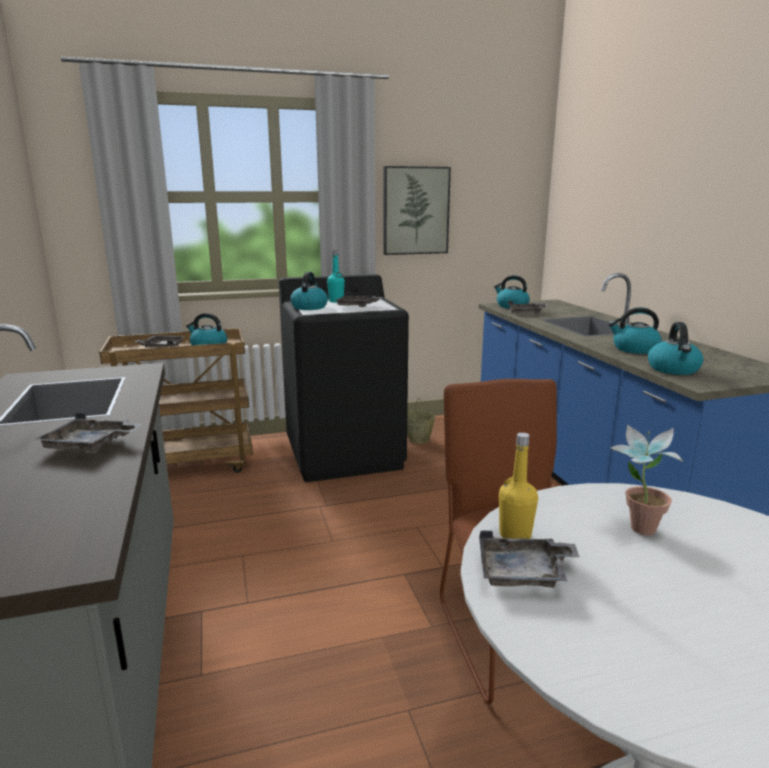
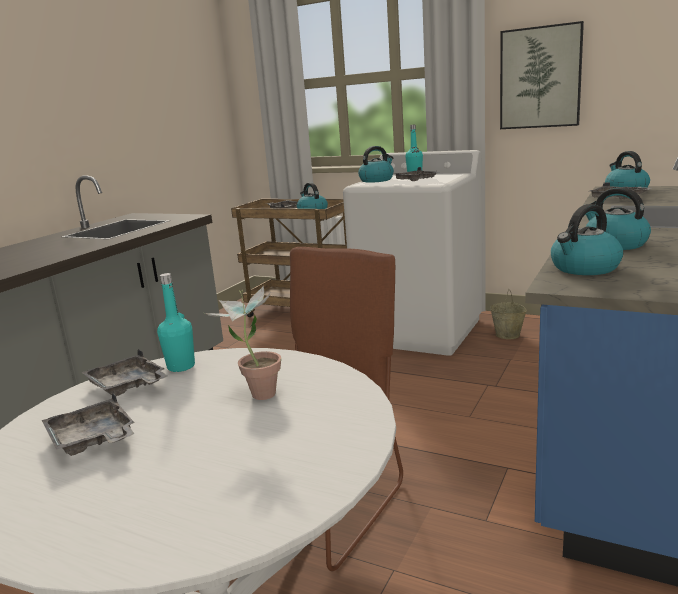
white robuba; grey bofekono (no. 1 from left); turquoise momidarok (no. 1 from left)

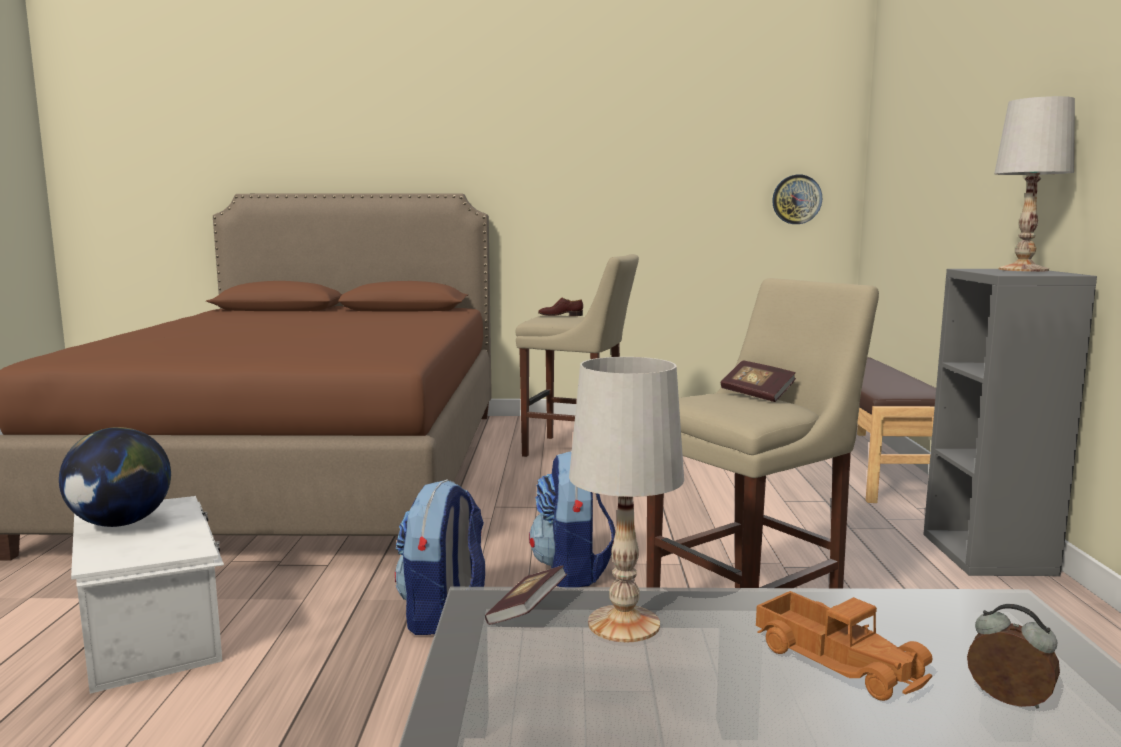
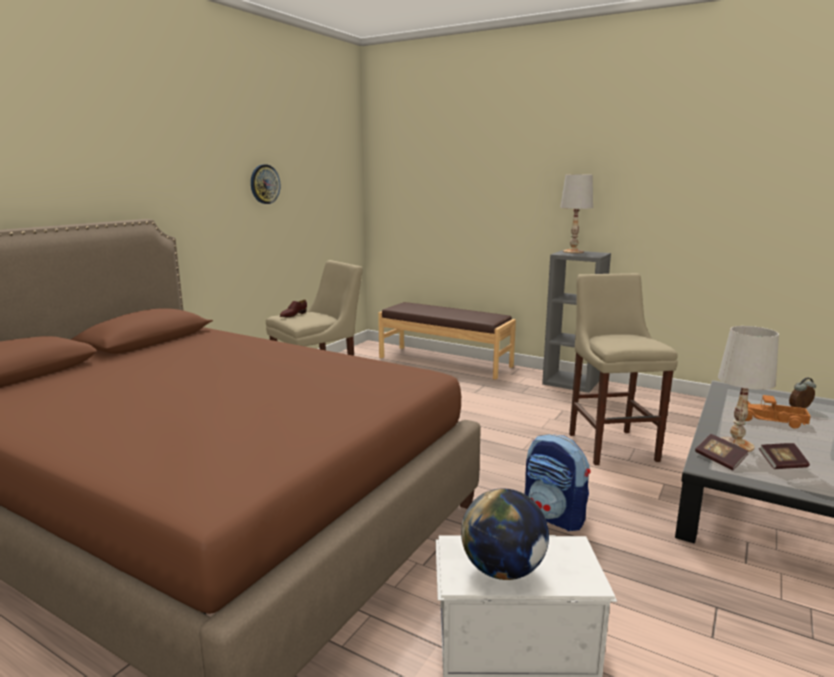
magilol; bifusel (no. 2 from left); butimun (no. 2 from left in the first image); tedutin

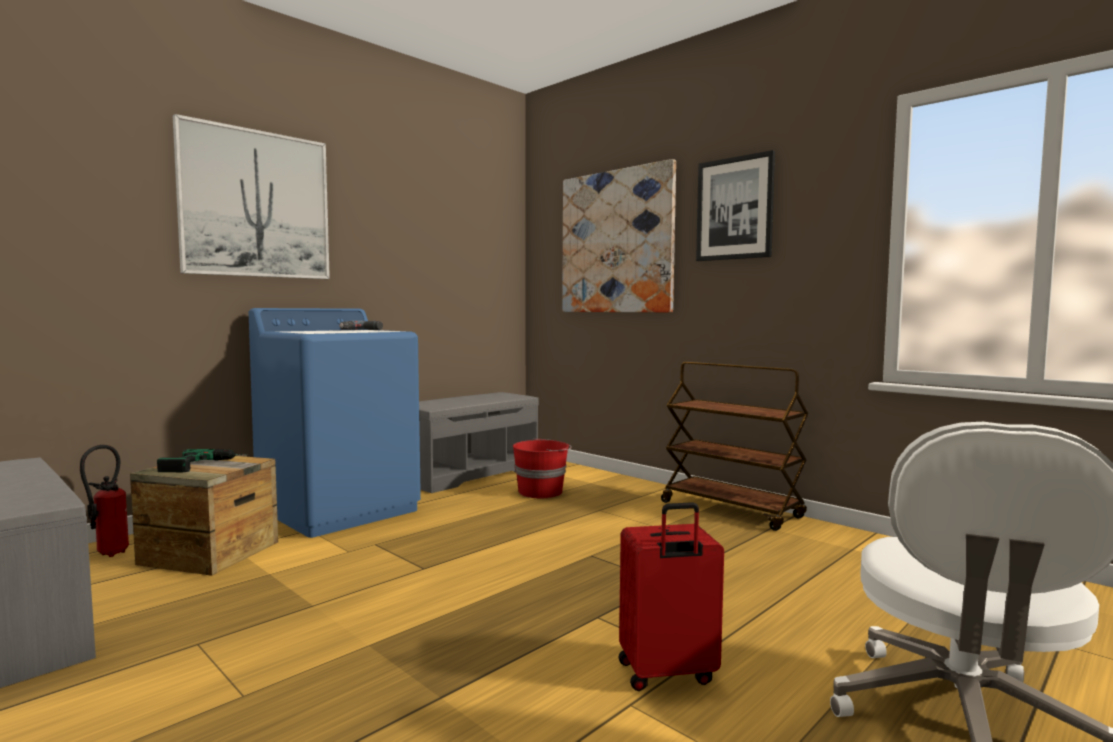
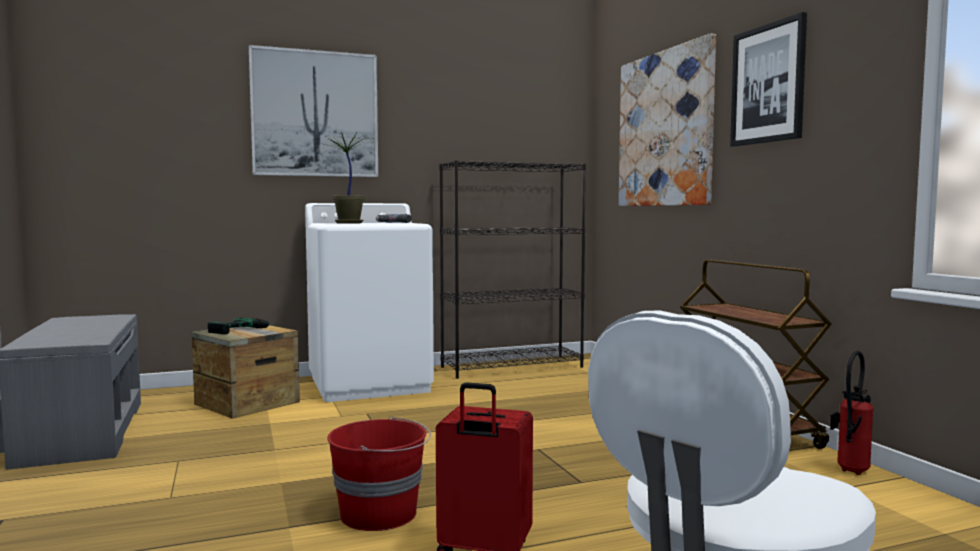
white robuba; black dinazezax; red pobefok; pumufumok; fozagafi

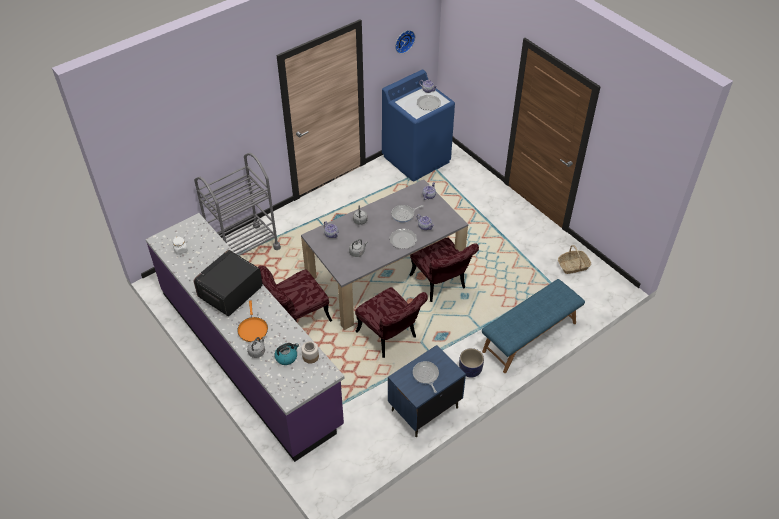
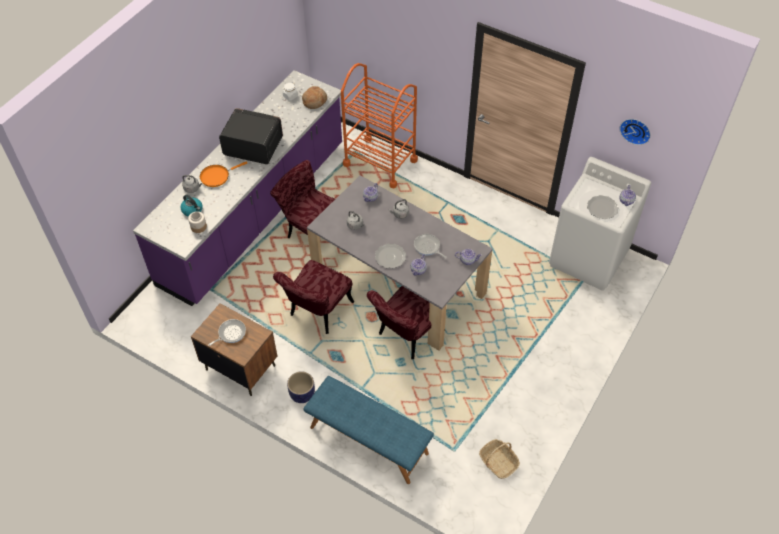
white robuba; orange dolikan; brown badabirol; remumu

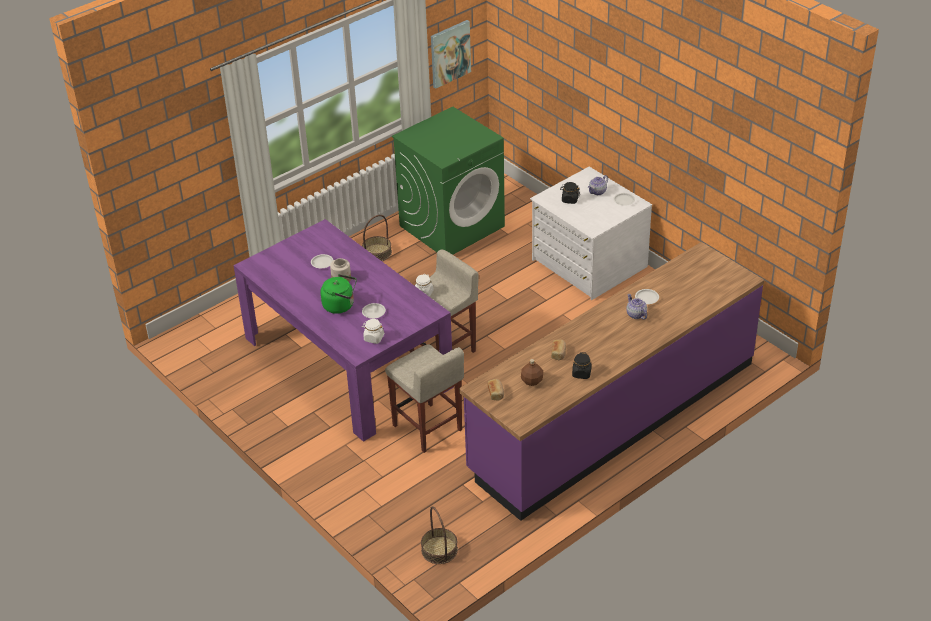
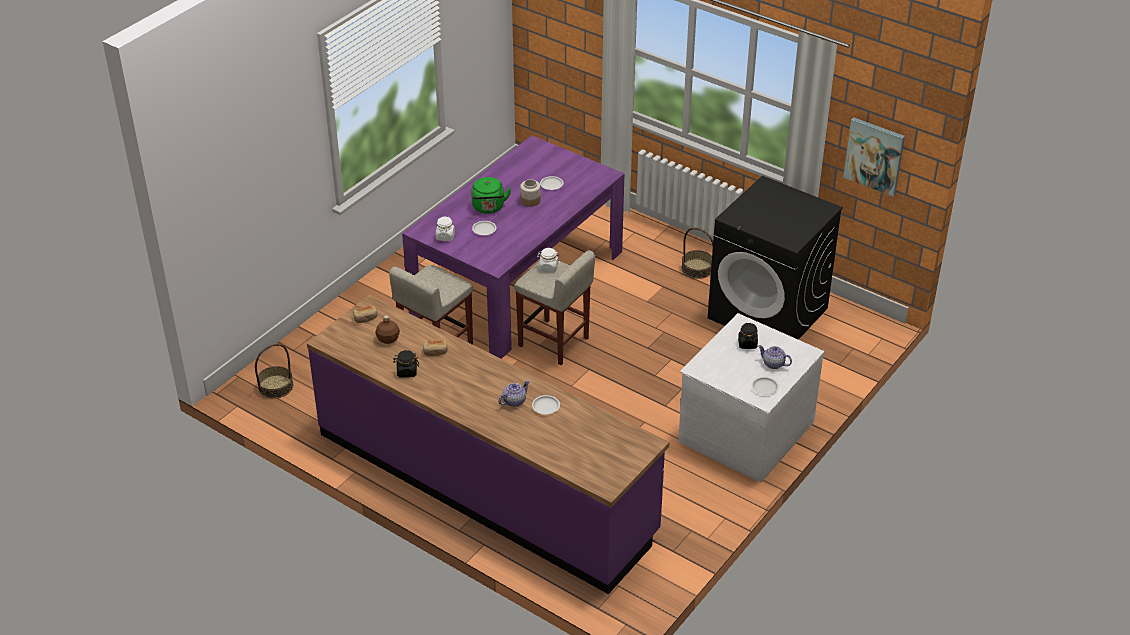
black robuba

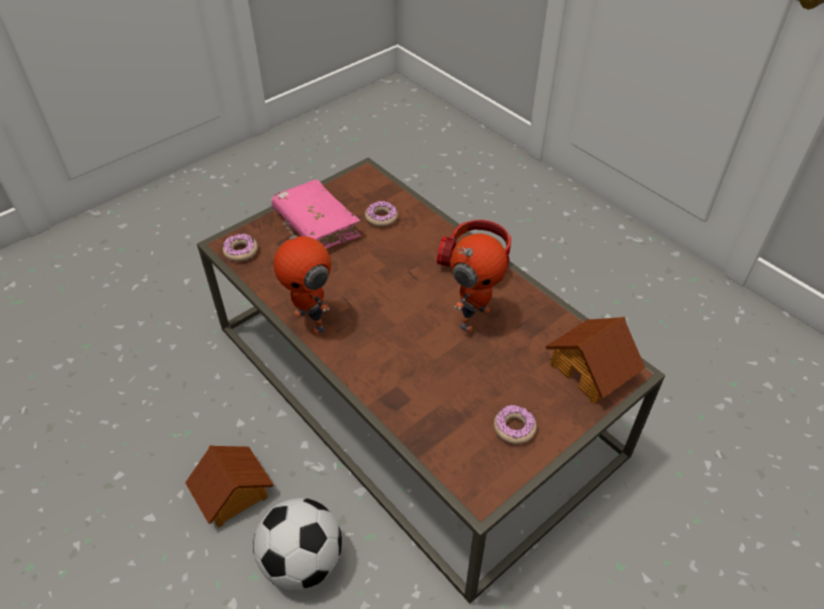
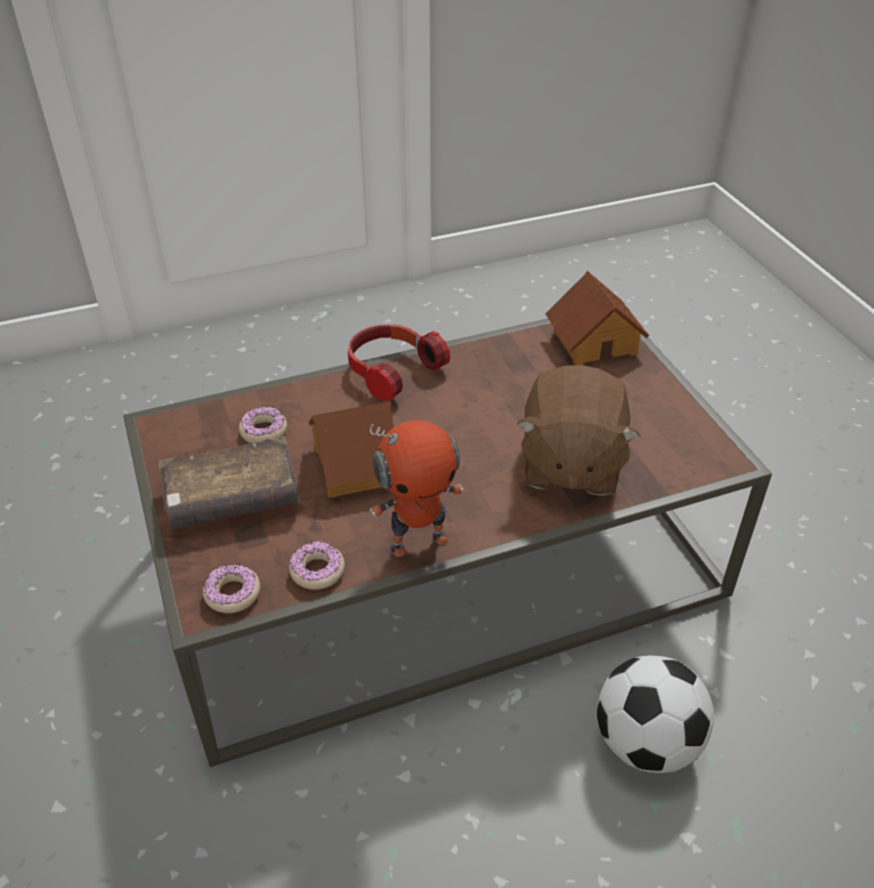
brown bifusel; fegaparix (no. 2 from left in the first image); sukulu (no. 3 from left); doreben (no. 1 from left); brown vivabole

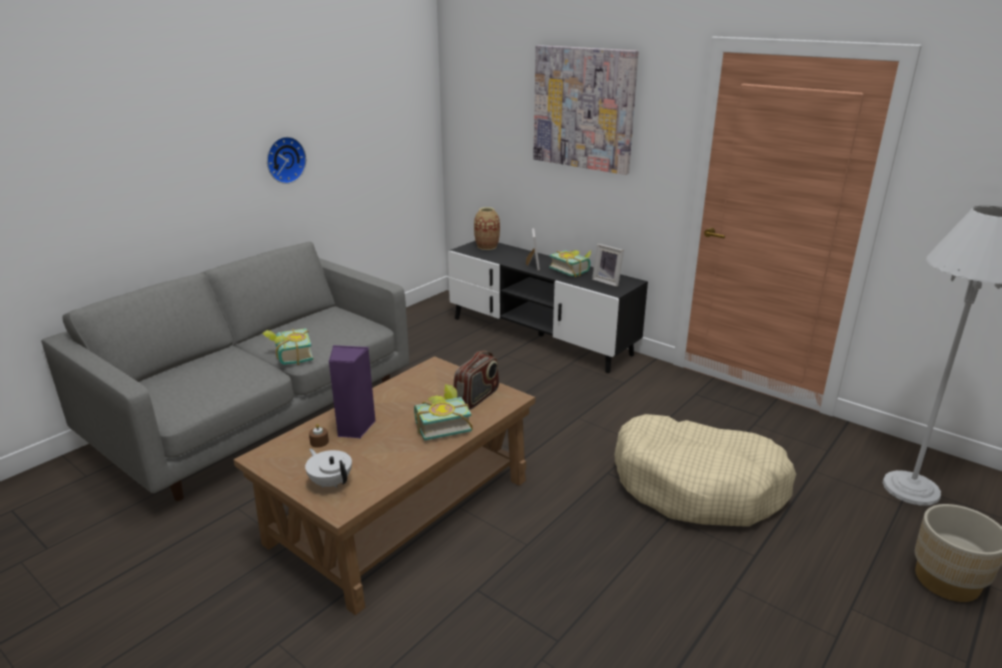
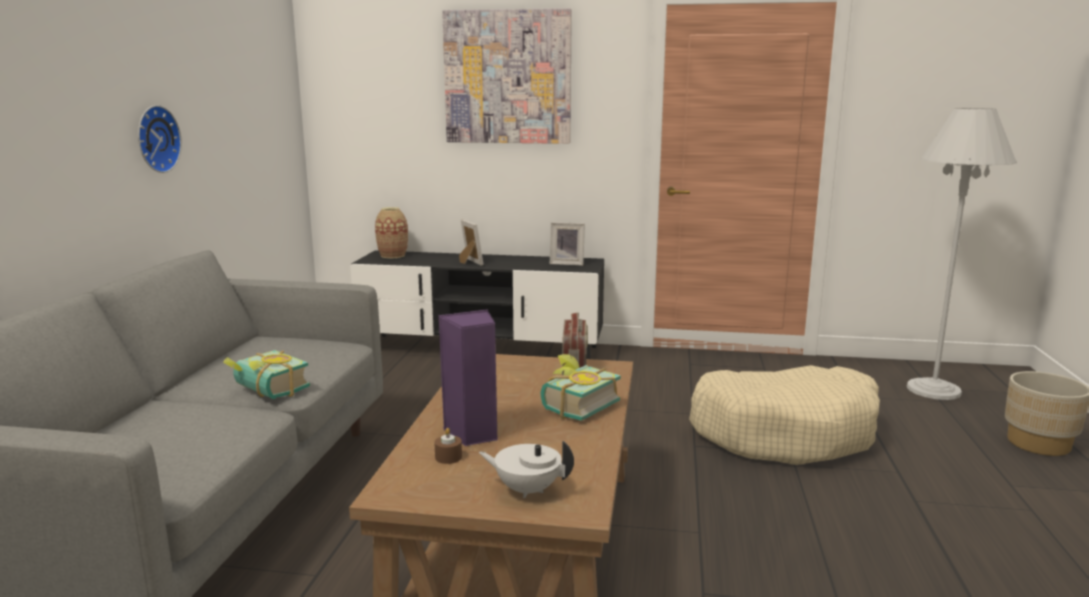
bifusel (no. 3 from left in the first image)

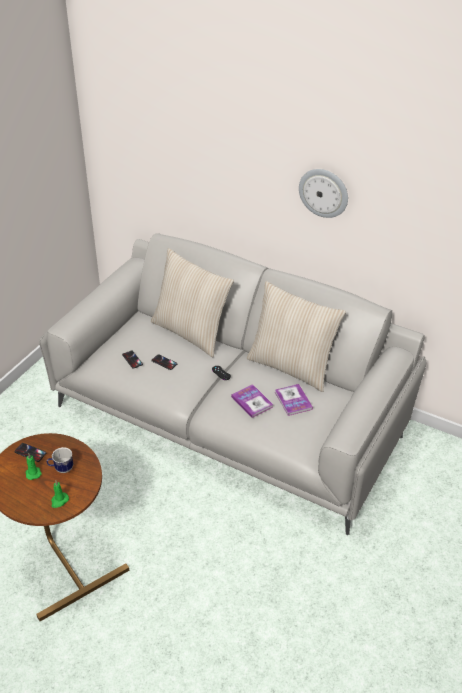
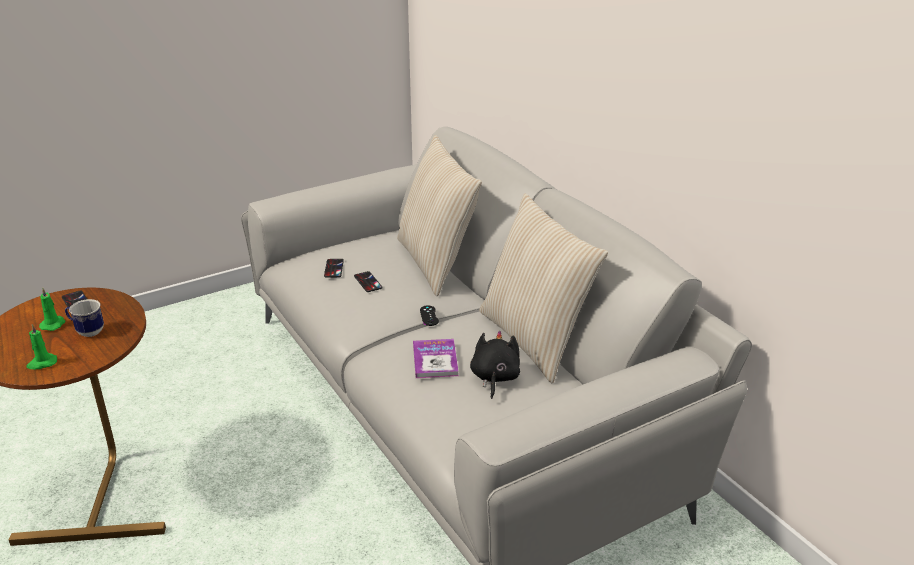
magilol; black vivabole

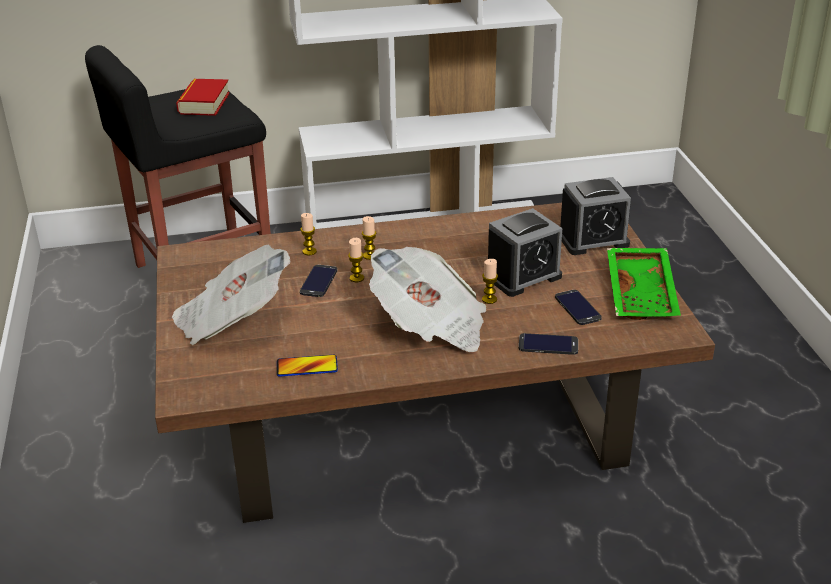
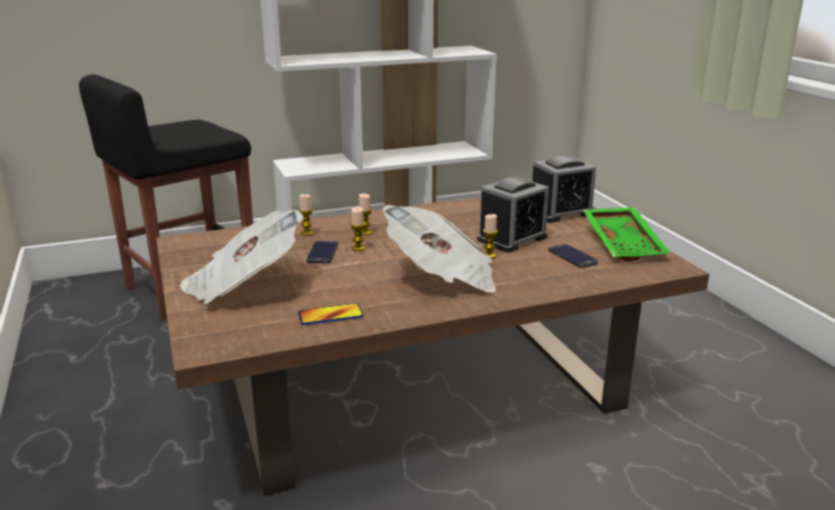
bifusel; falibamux (no. 3 from left in the first image)

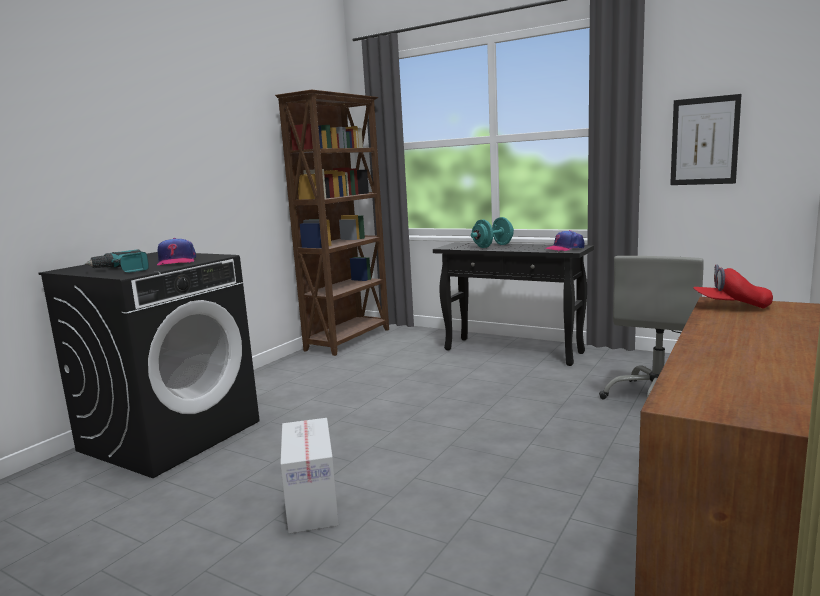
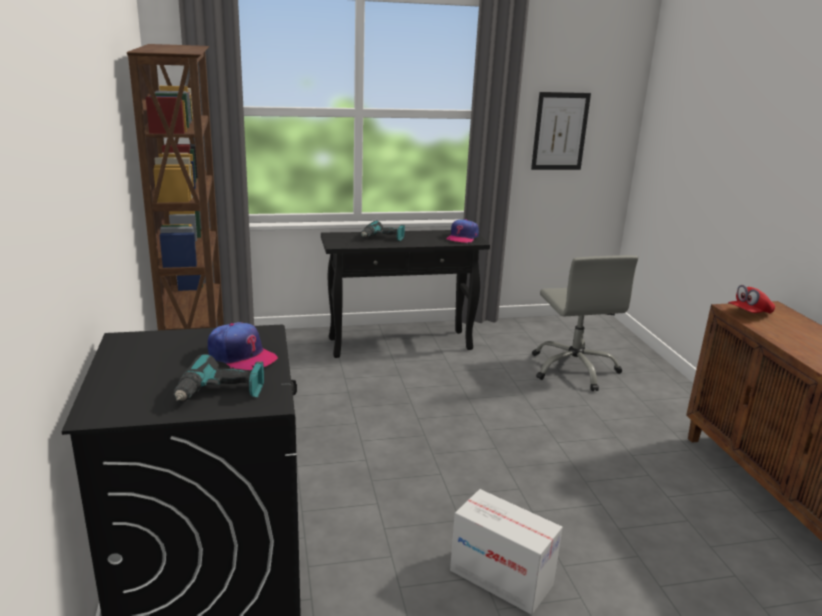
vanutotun (no. 2 from left)

